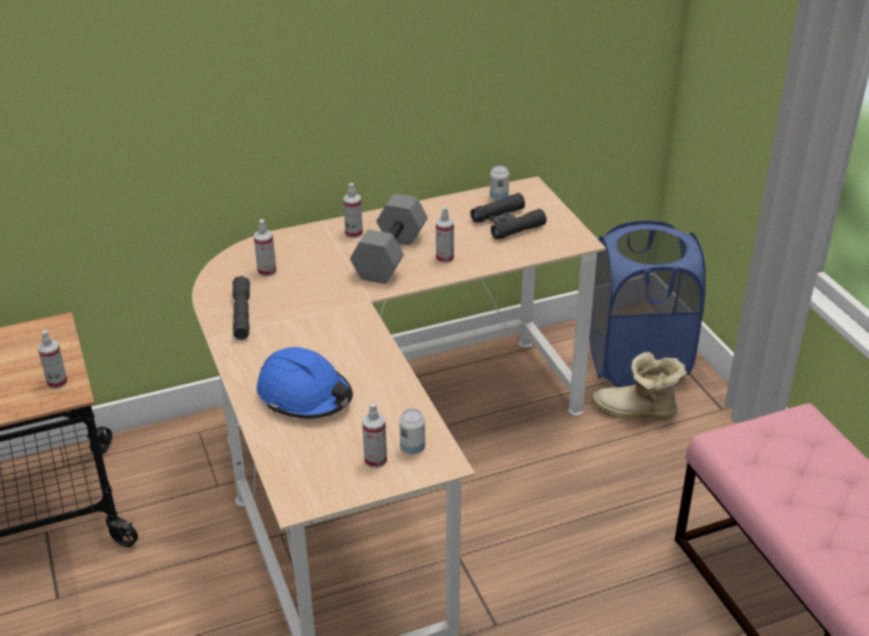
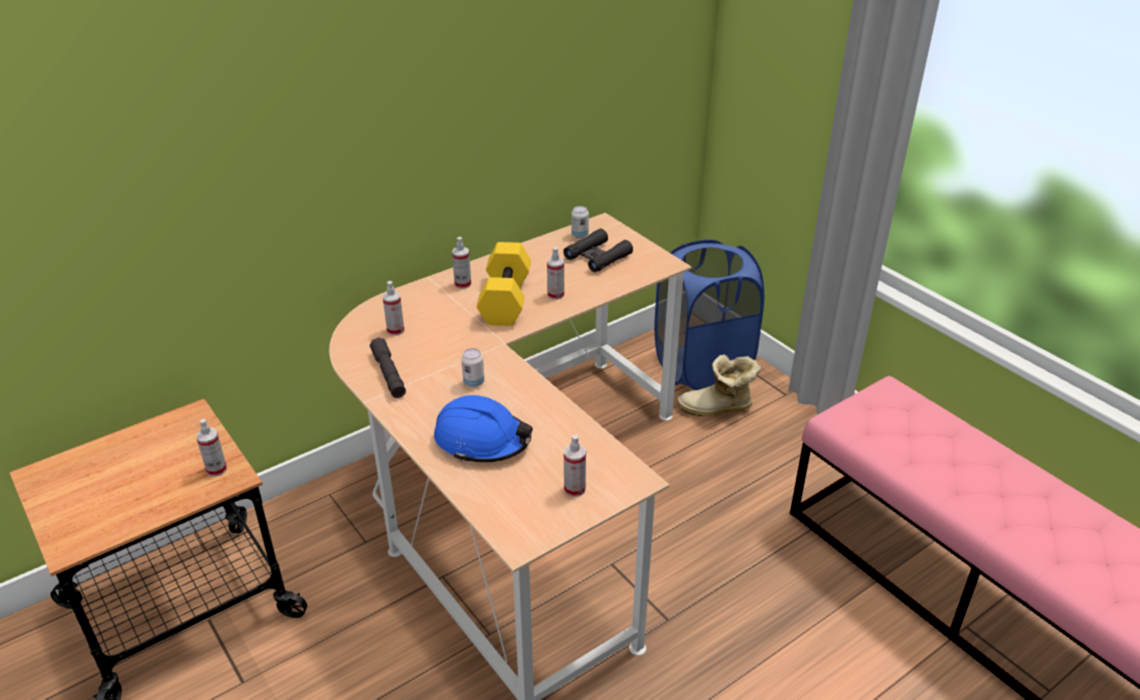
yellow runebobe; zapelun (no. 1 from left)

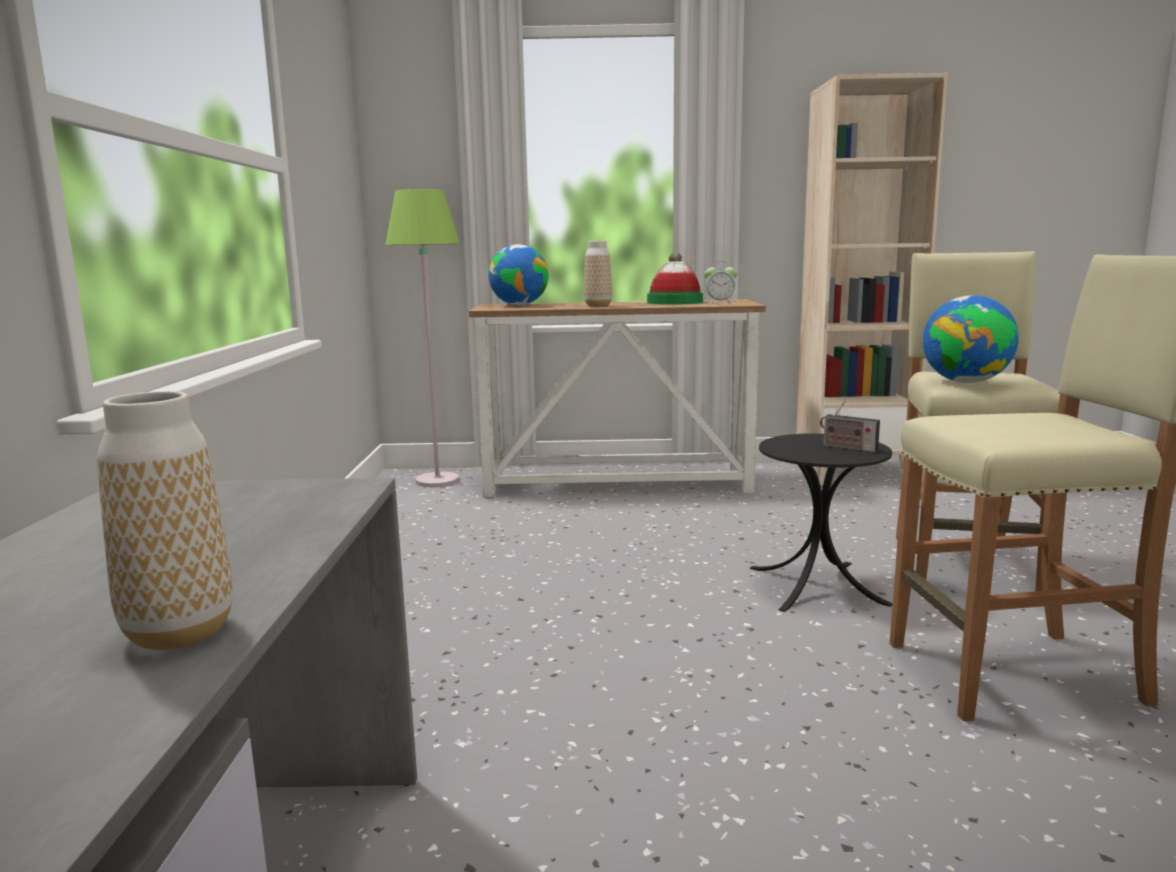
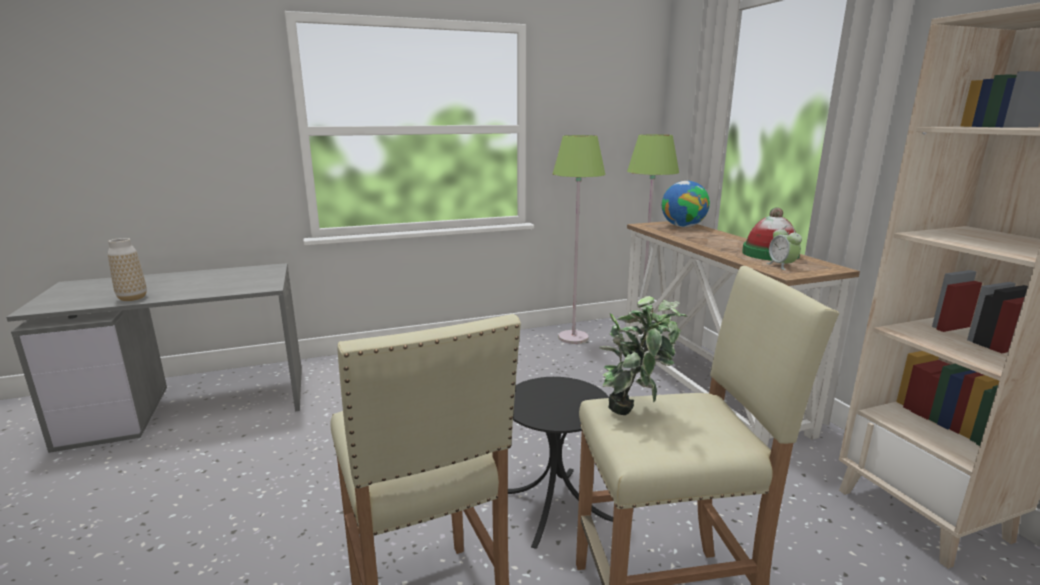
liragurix (no. 2 from left in the first image); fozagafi; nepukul; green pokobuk (no. 1 from left)

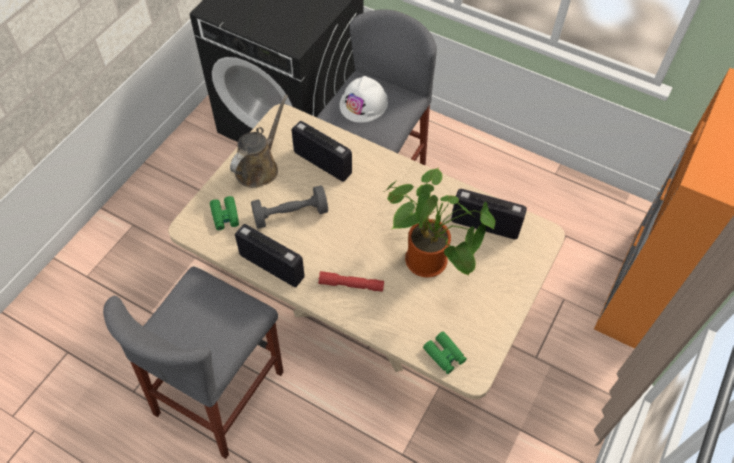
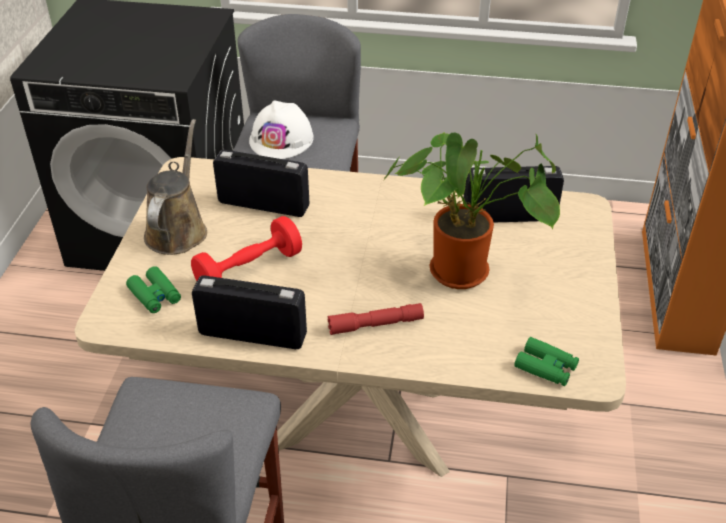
red runebobe

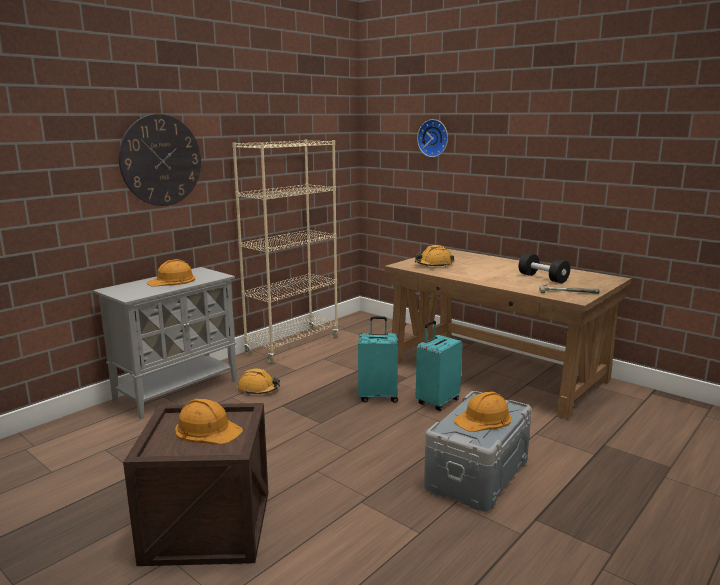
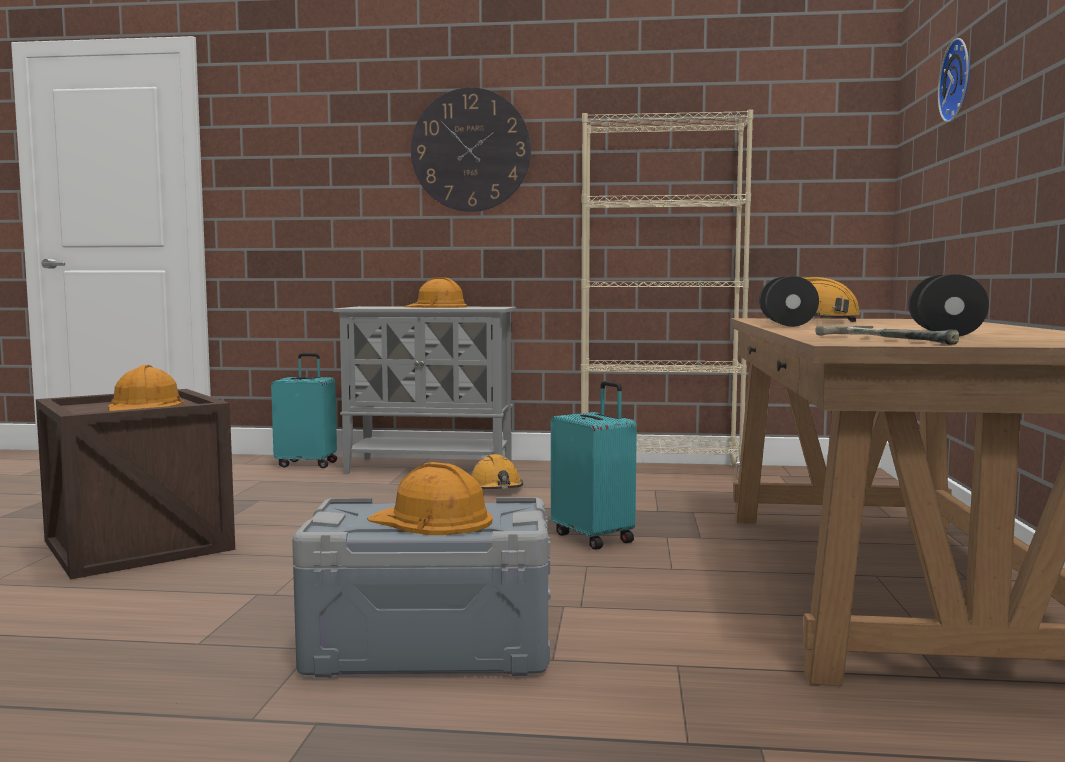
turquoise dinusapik (no. 1 from left); black runebobe (no. 1 from left)

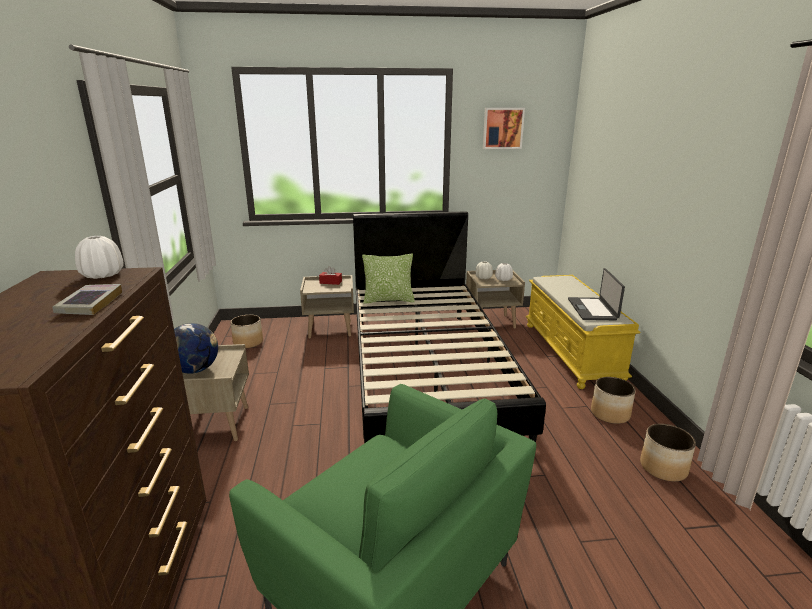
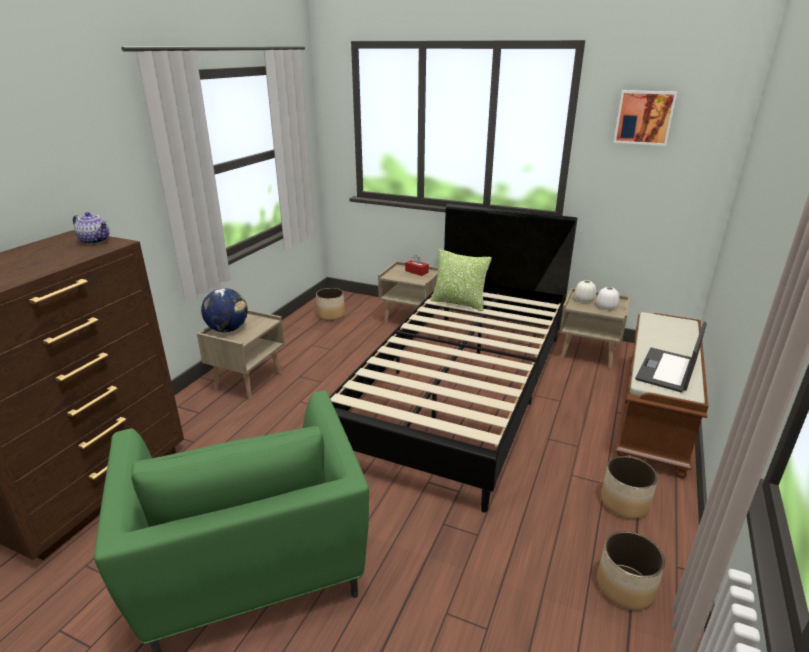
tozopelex; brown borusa; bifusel

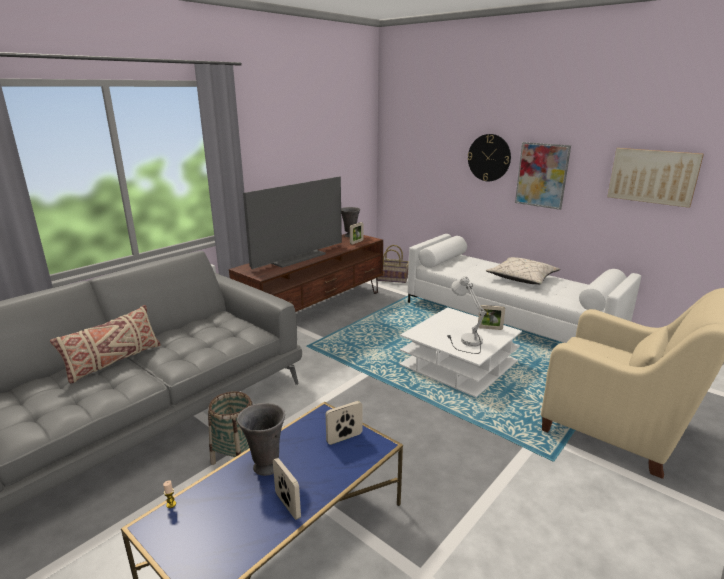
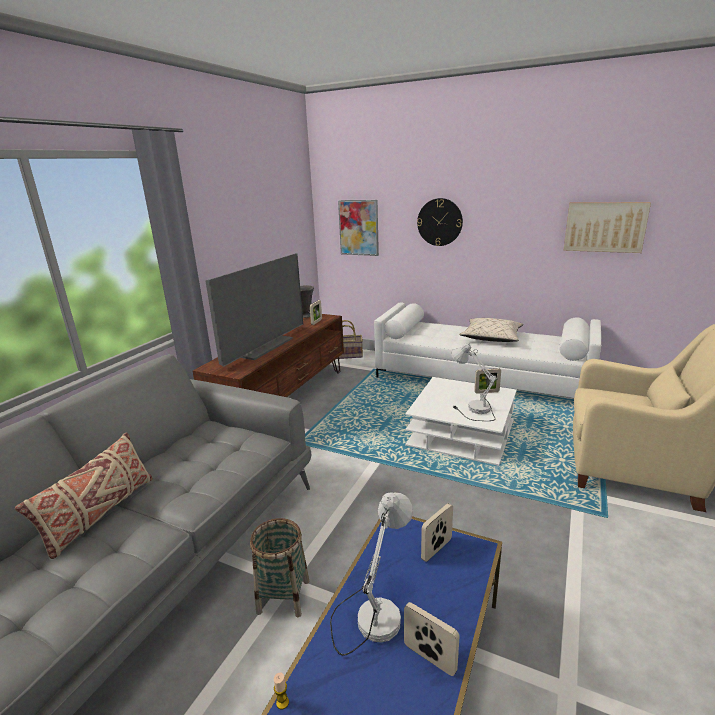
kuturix (no. 1 from left); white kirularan (no. 1 from left)

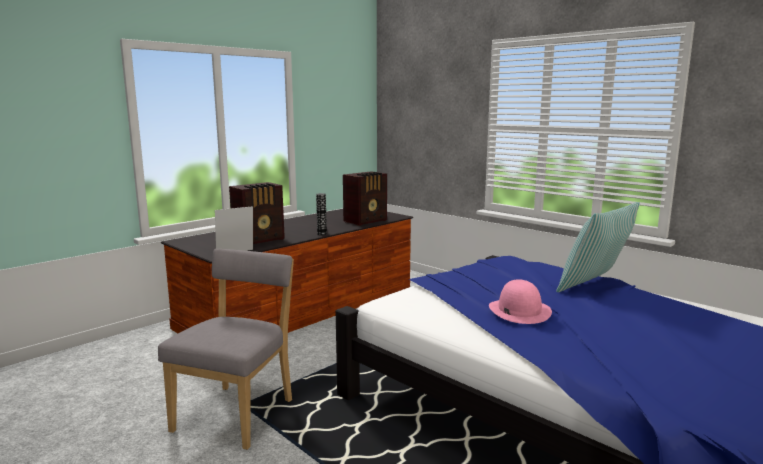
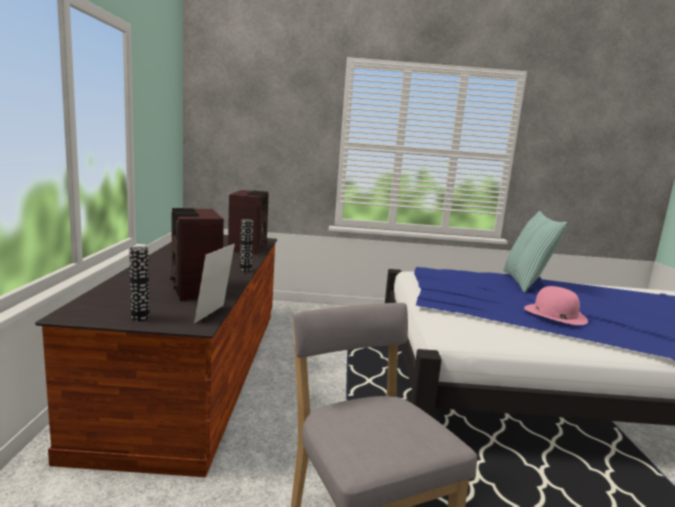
nepukul (no. 1 from left); liragurix (no. 1 from left)

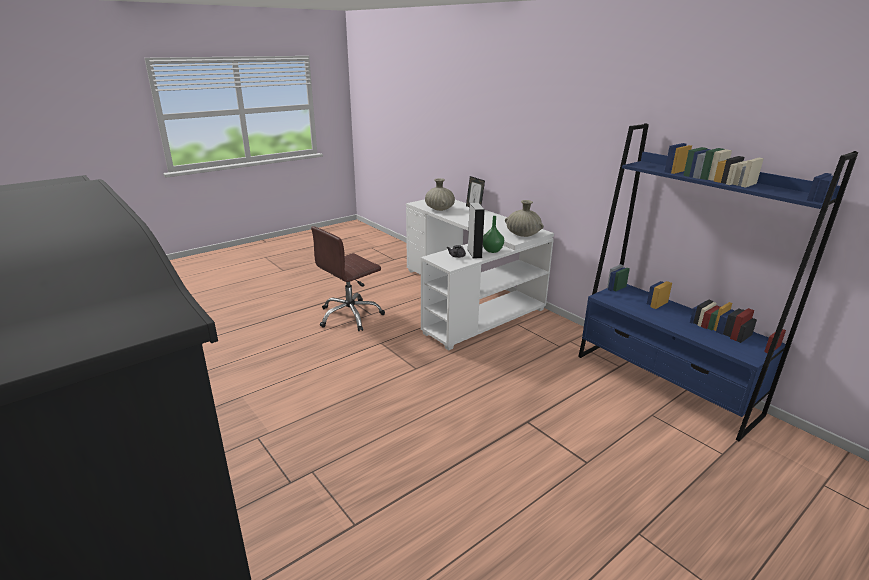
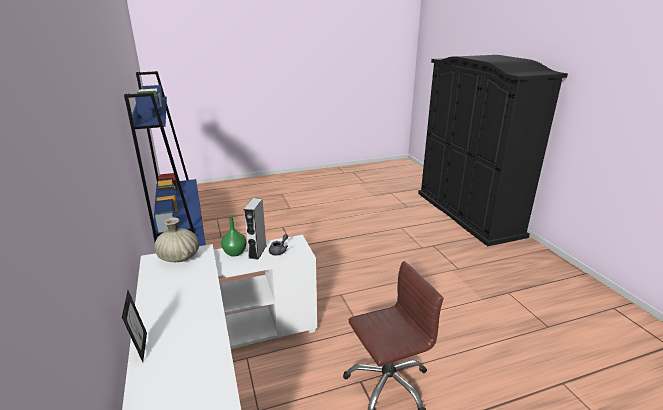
beige liragurix (no. 1 from left in the first image)

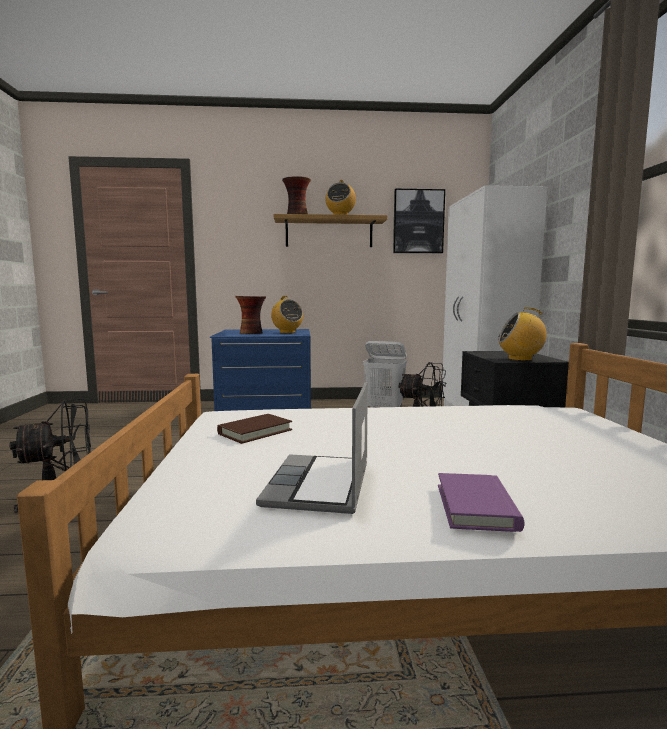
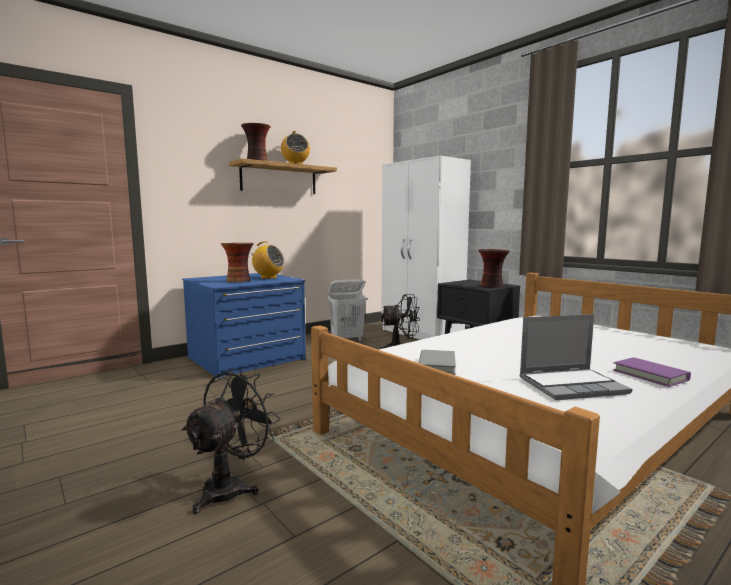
kuturix; liragurix (no. 3 from left); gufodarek; grey bifusel

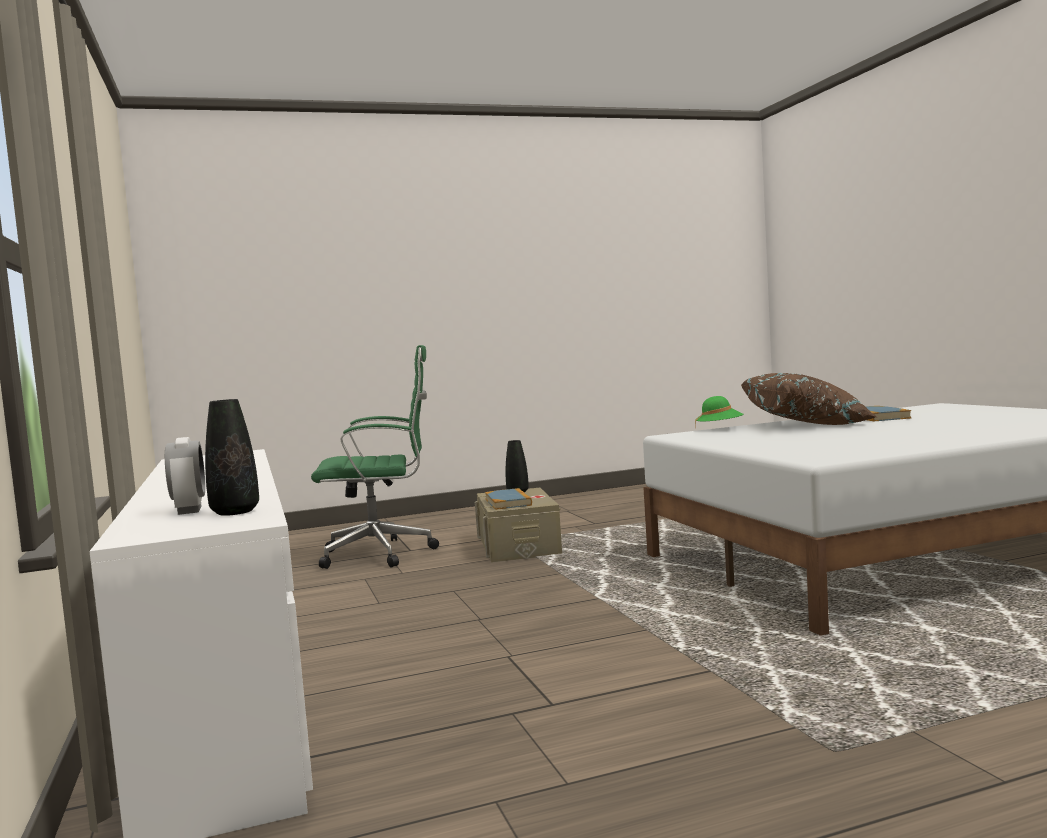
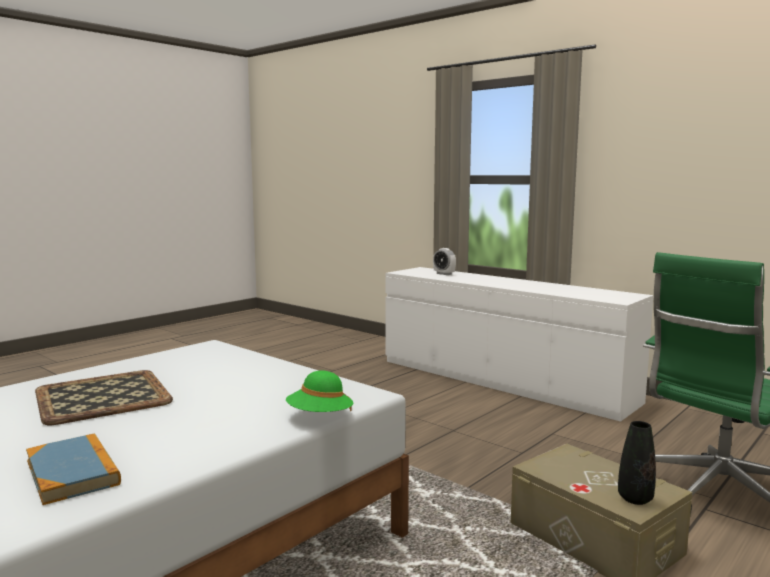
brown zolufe; black liragurix (no. 1 from left in the first image); bifusel (no. 1 from left in the first image); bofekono

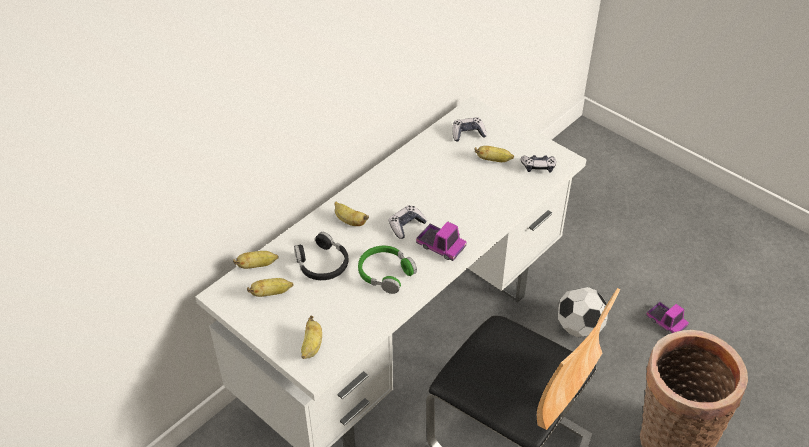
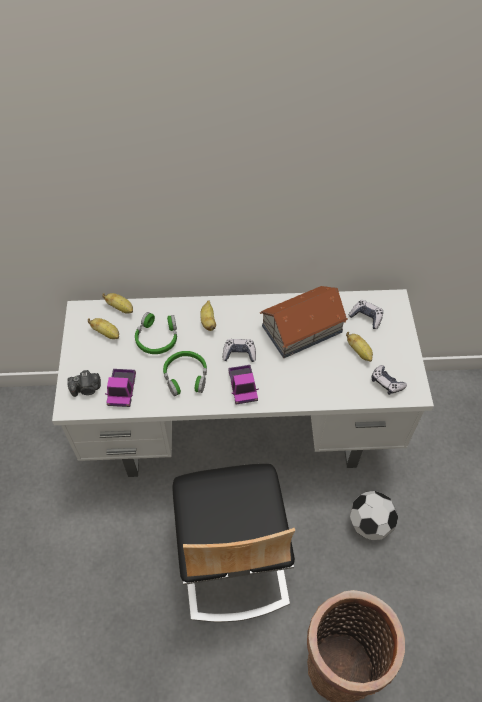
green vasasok (no. 1 from left); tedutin (no. 1 from left); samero; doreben

